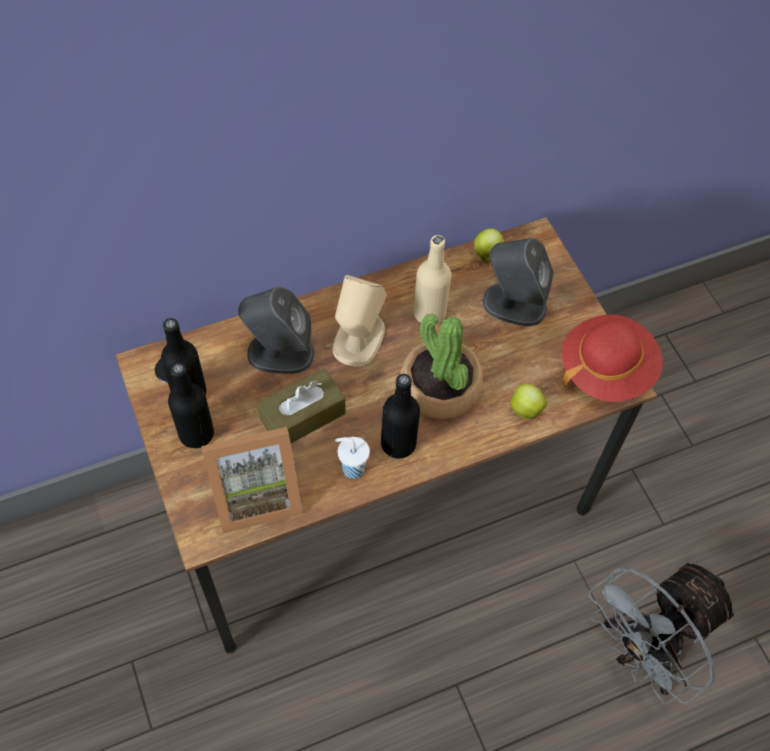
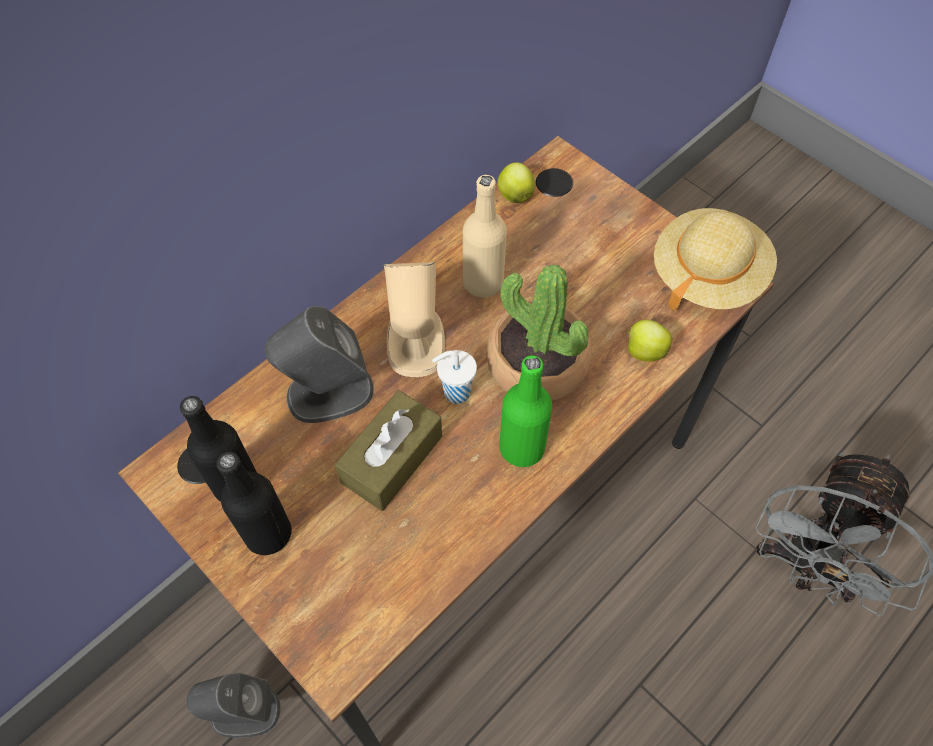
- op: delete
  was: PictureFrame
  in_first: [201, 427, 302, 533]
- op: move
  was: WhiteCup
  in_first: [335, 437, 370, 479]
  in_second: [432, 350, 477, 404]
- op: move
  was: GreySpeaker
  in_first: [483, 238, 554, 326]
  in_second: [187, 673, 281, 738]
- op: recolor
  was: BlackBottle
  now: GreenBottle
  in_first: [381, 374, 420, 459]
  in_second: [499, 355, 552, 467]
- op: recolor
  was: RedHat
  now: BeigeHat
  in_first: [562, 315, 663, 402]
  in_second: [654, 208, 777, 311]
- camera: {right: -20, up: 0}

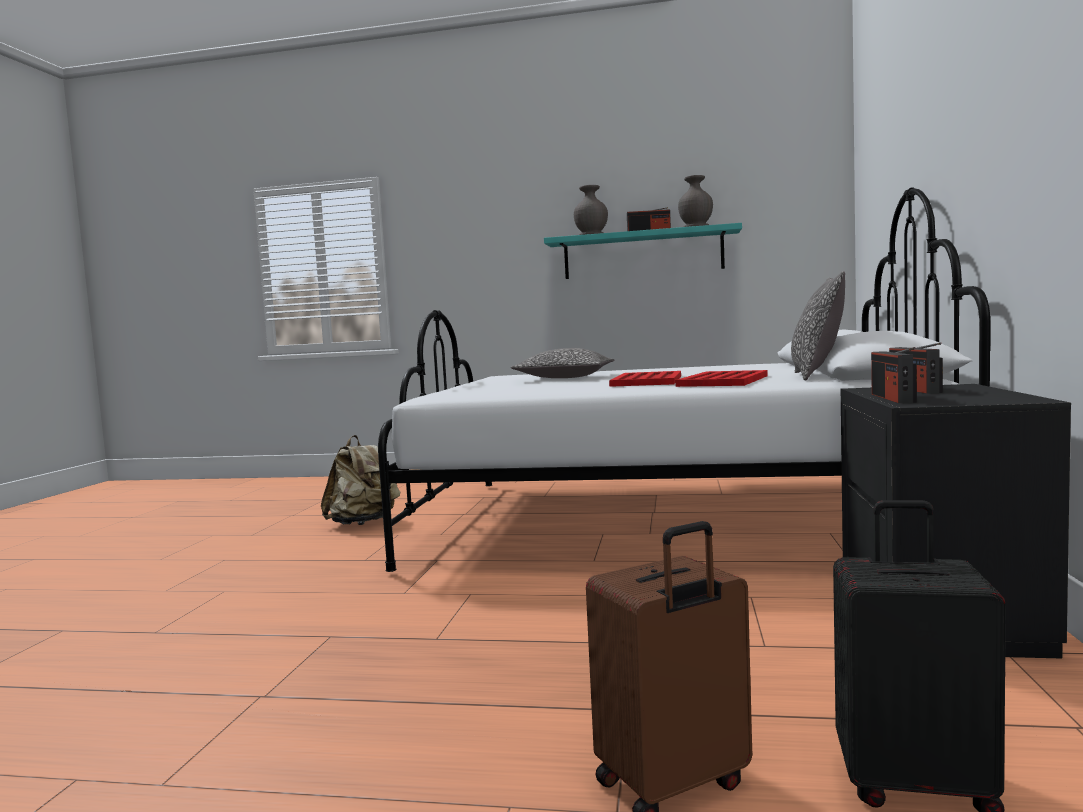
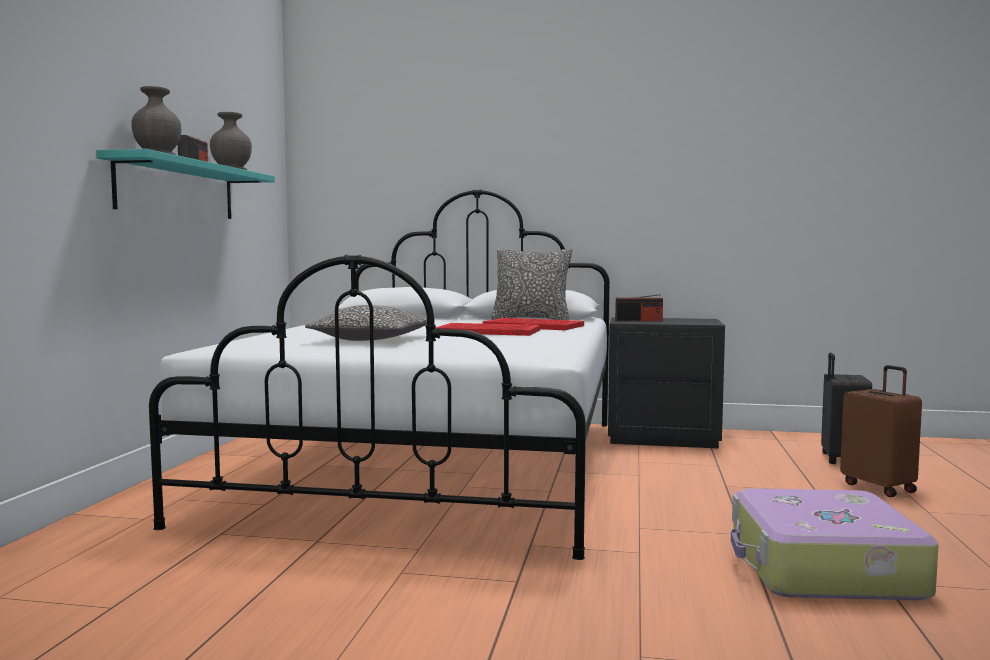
- op: delete
  was: BeigeBackpack
  in_first: [321, 435, 400, 525]
- op: delete
  was: Radio
  in_first: [871, 347, 917, 403]
- op: insert
  now: Suitcase
  in_second: [731, 488, 939, 600]
- camera: {right: -90, up: 0}

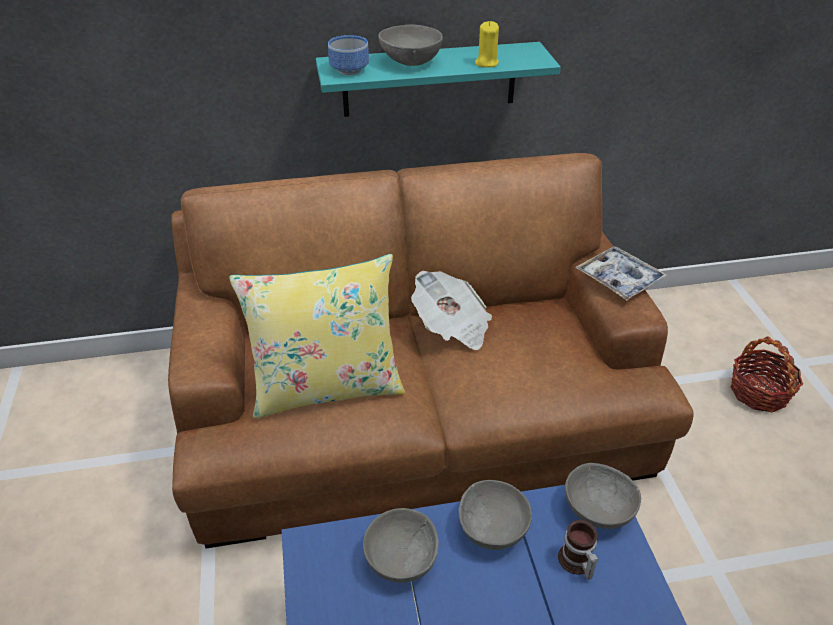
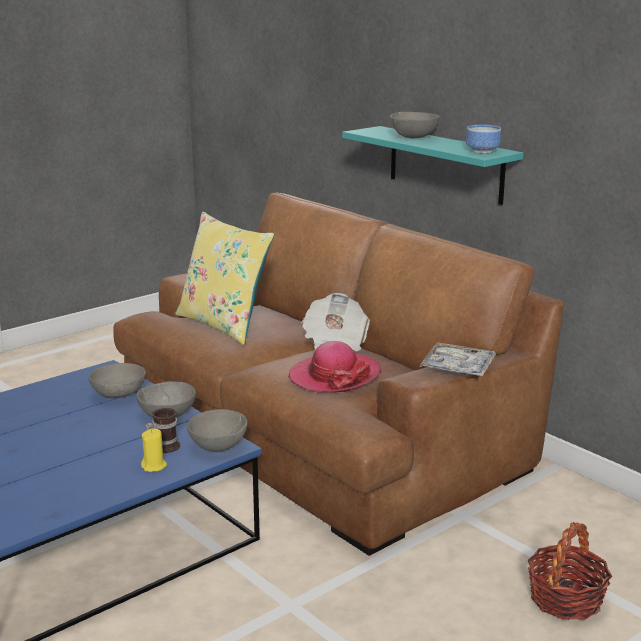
- op: insert
  now: Hat
  in_second: [288, 341, 382, 393]
- op: move
  was: Bowl
  in_first: [328, 35, 369, 75]
  in_second: [466, 125, 501, 153]
- op: move
  was: YellowCandle
  in_first: [475, 21, 499, 68]
  in_second: [141, 428, 167, 472]
- camera: {right: 60, up: -20}

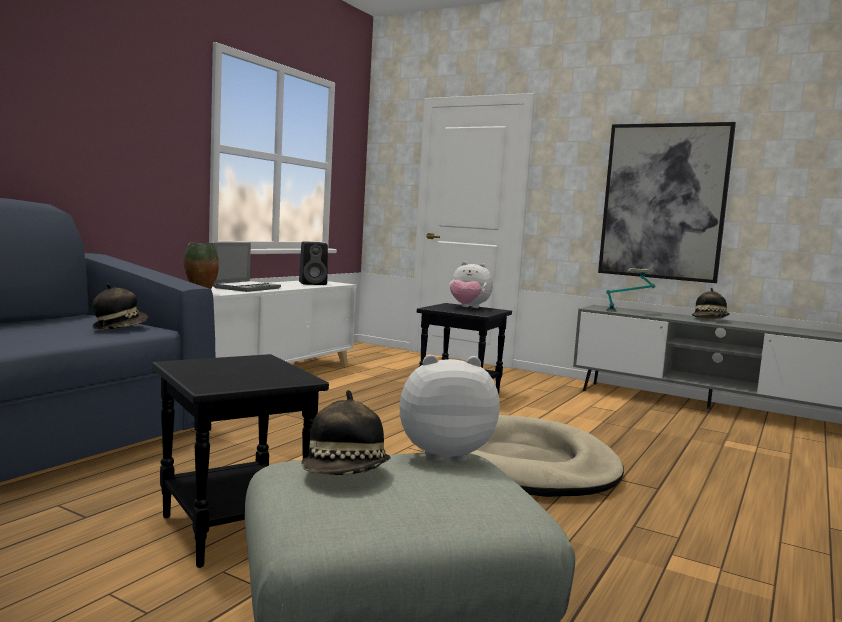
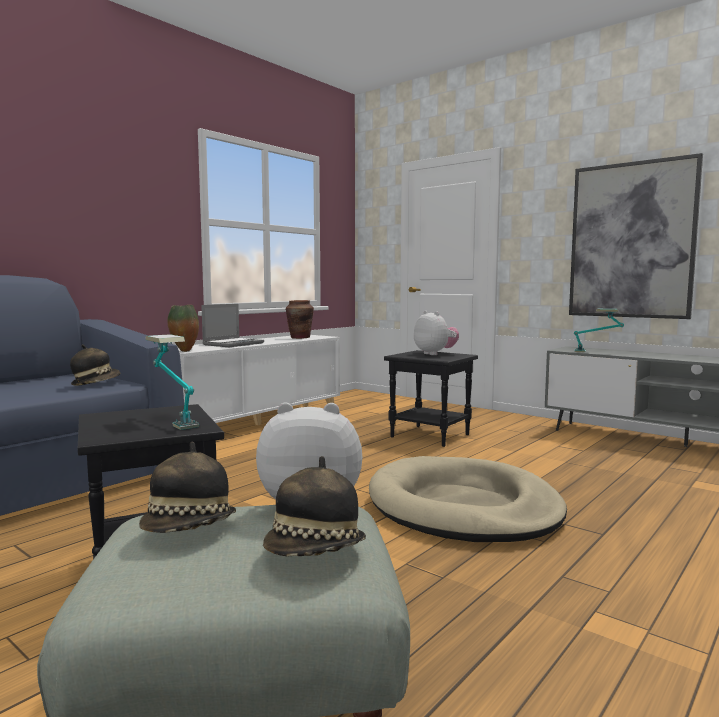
- op: insert
  now: TableLamp
  in_second: [145, 334, 199, 430]
- op: move
  was: Hat
  in_first: [692, 288, 730, 318]
  in_second: [263, 456, 366, 556]
- op: replace
  was: BlackSpeaker
  now: BrownVase
  in_first: [299, 241, 328, 285]
  in_second: [286, 300, 314, 339]
- op: rotate
  was: PlushToy
  in_first: [450, 262, 493, 308]
  in_second: [414, 311, 459, 355]
  clockwise: -150
- camera: {right: 10, up: 0}

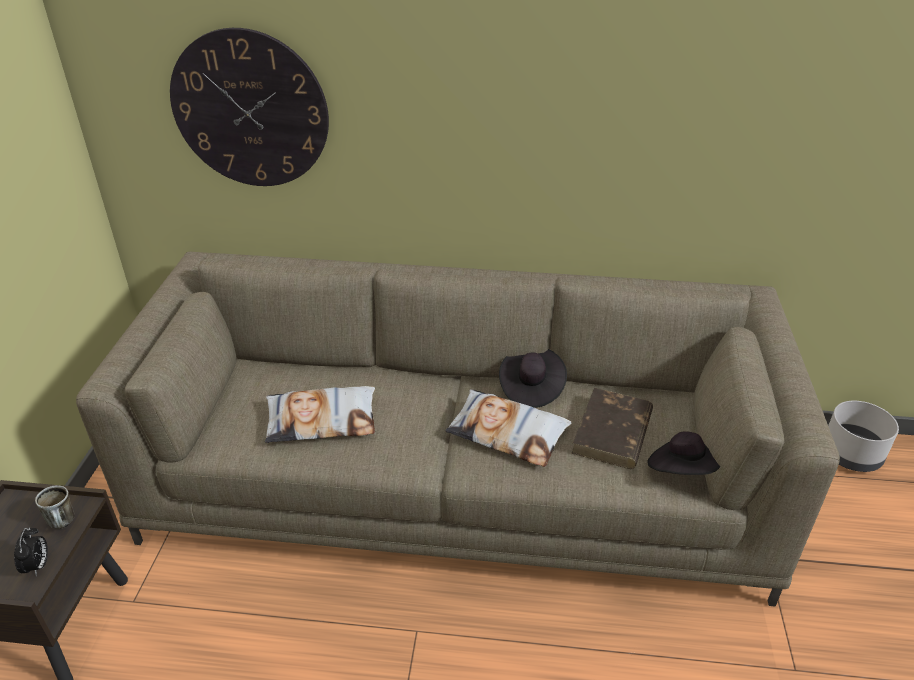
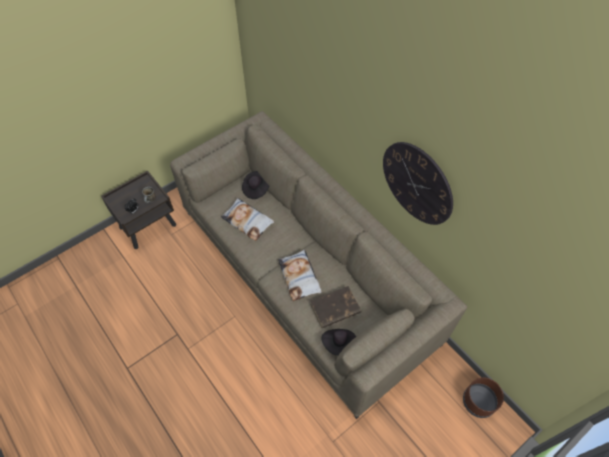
- op: move
  was: WallClock
  in_first: [170, 28, 329, 186]
  in_second: [383, 142, 453, 225]
- op: move
  was: BlackHat
  in_first: [499, 349, 567, 408]
  in_second: [242, 171, 269, 199]
- op: recolor
  was: GreyPlanter
  now: BrownPlanter
  in_first: [828, 401, 899, 472]
  in_second: [463, 377, 504, 418]
- camera: {right: 45, up: 20}

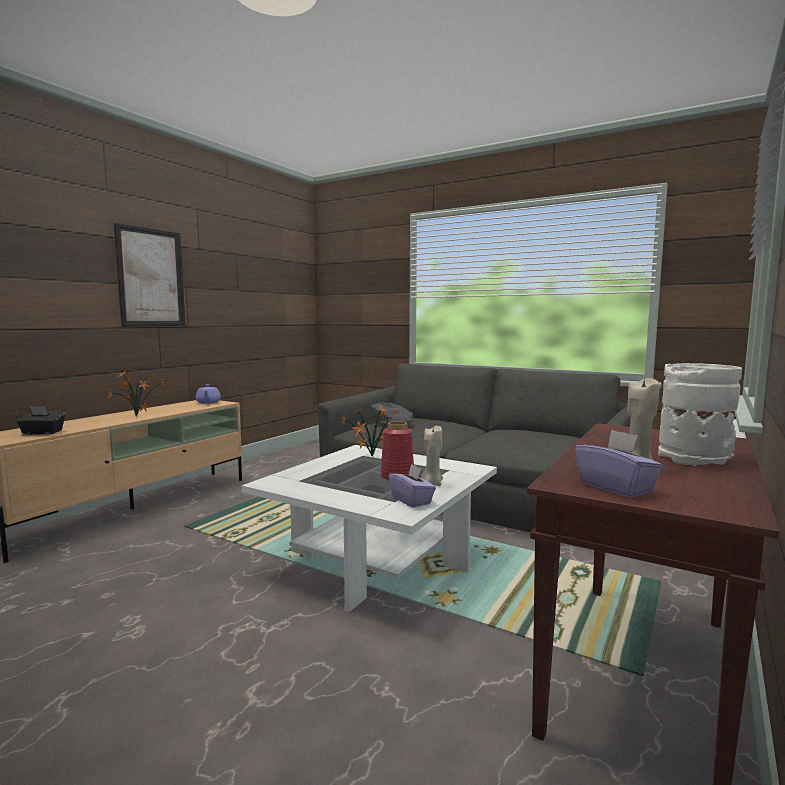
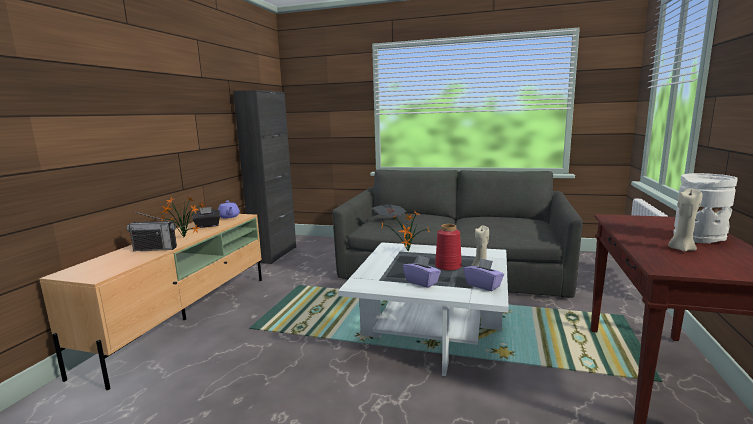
- op: delete
  was: Picture
  in_first: [113, 223, 186, 327]
- op: insert
  now: Radio
  in_second: [127, 211, 177, 251]
- op: insert
  now: BlackCabinet
  in_second: [233, 90, 296, 264]
- op: move
  was: BlackTissueBox
  in_first: [16, 406, 65, 435]
  in_second: [193, 207, 220, 228]
- op: move
  was: PurpleTissueBox
  in_first: [575, 430, 663, 498]
  in_second: [403, 256, 441, 288]
- camera: {right: -15, up: 5}

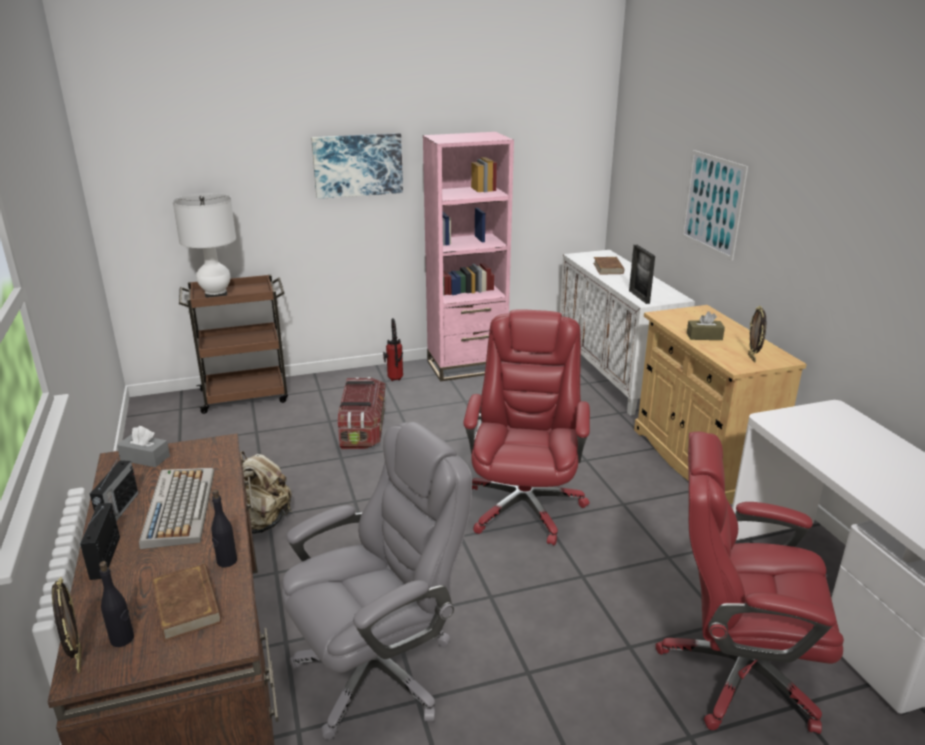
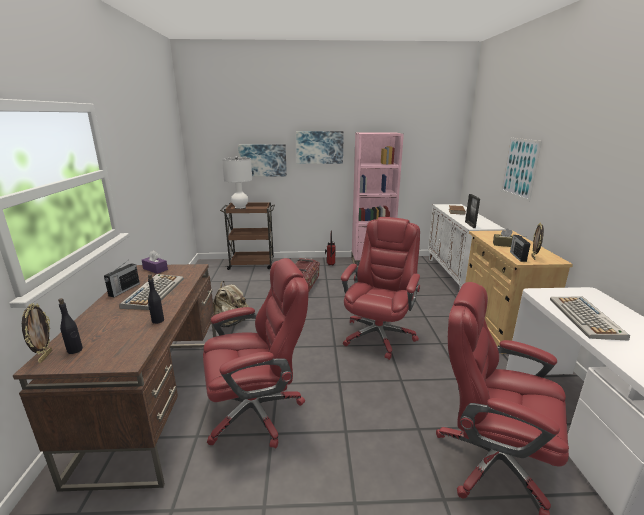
- op: delete
  was: BrownBook
  in_first: [152, 563, 222, 641]
- op: insert
  now: Picture
  in_second: [238, 144, 287, 177]
- op: insert
  now: Keyboard
  in_second: [550, 296, 630, 341]
- op: move
  was: Radio
  in_first: [80, 503, 120, 580]
  in_second: [510, 235, 530, 262]
- op: recolor
  was: GreyTissueBox
  now: PurpleTissueBox
  in_first: [117, 426, 170, 467]
  in_second: [142, 251, 168, 274]
- op: recolor
  was: GreyOfficeChair
  now: RedOfficeChair
  in_first: [282, 422, 472, 740]
  in_second: [203, 258, 308, 448]
- camera: {right: 15, up: -5}

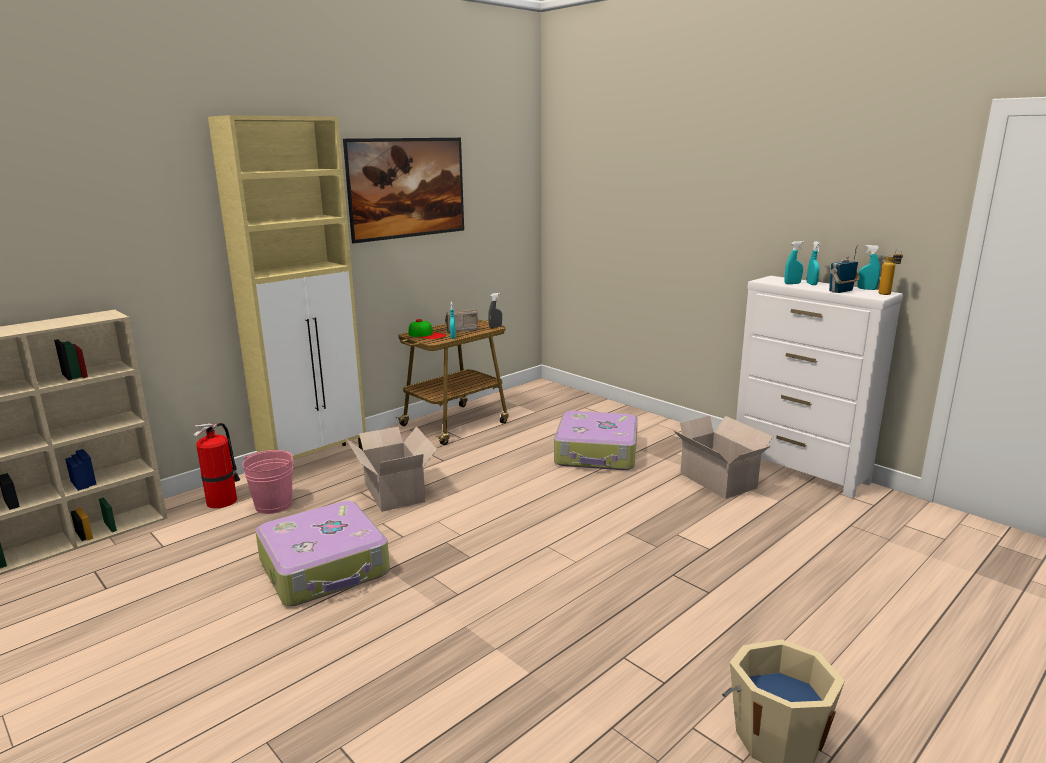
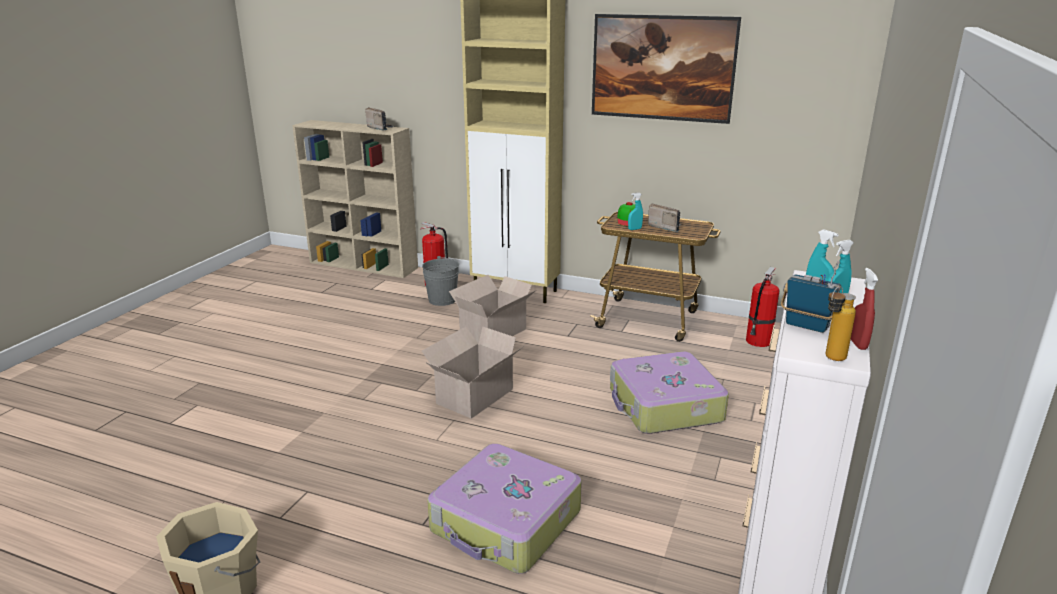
- op: delete
  was: GreySprayBottle
  in_first: [488, 293, 502, 328]
- op: insert
  now: Radio
  in_second: [365, 107, 394, 131]
- op: insert
  now: FireExtinguisher
  in_second: [746, 267, 780, 347]
- op: move
  was: Suitcase
  in_first: [255, 501, 390, 606]
  in_second: [428, 444, 582, 574]
- op: move
  was: CardboardBox
  in_first: [673, 416, 773, 499]
  in_second: [422, 327, 524, 419]
- op: recolor
  was: PinkBucket
  now: GreyBucket
  in_first: [242, 450, 294, 514]
  in_second: [422, 256, 459, 306]
- op: recolor
  was: TurquoiseSprayBottle
  now: RedSprayBottle
  in_first: [858, 245, 880, 290]
  in_second: [851, 268, 878, 350]
- camera: {right: 65, up: 5}

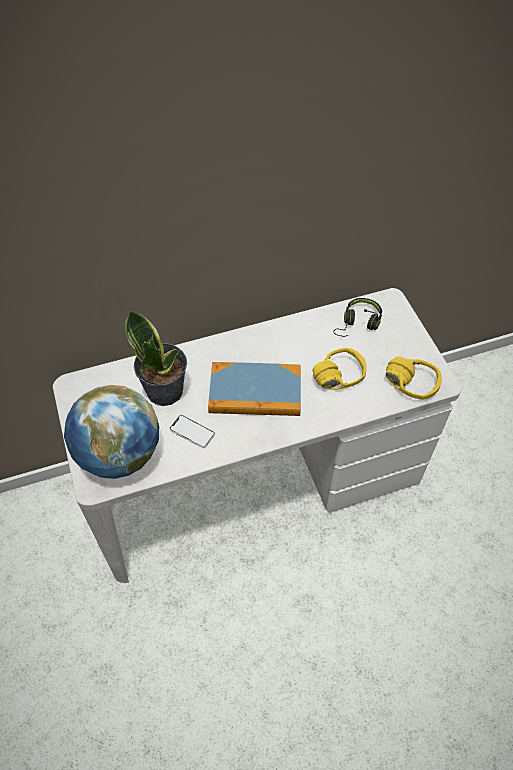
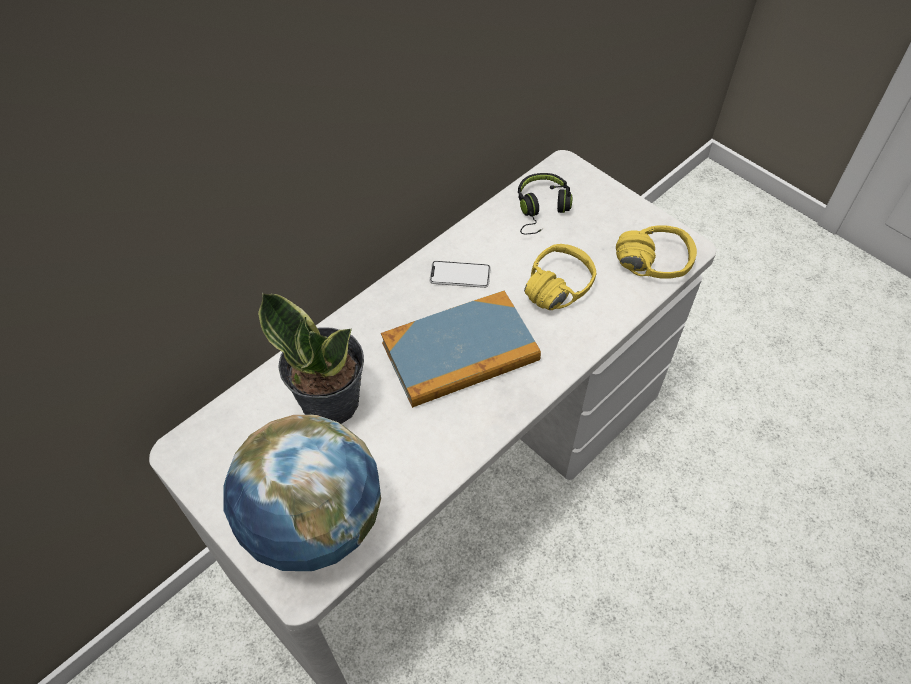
- op: move
  was: Phone
  in_first: [169, 415, 215, 448]
  in_second: [430, 261, 491, 288]
- camera: {right: -25, up: 0}

